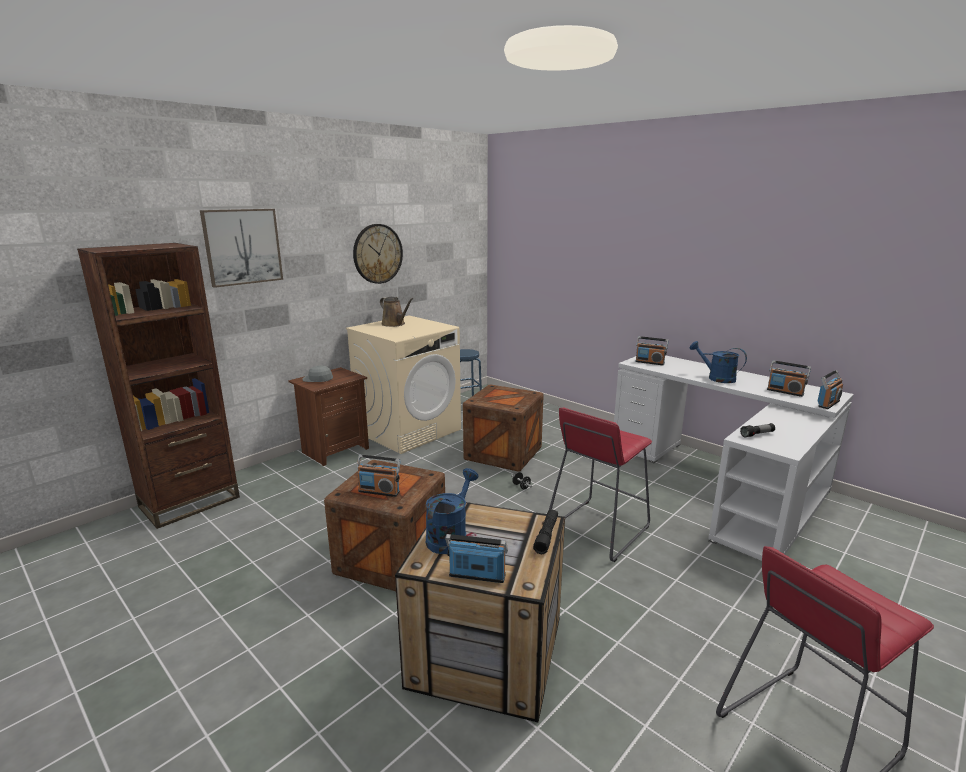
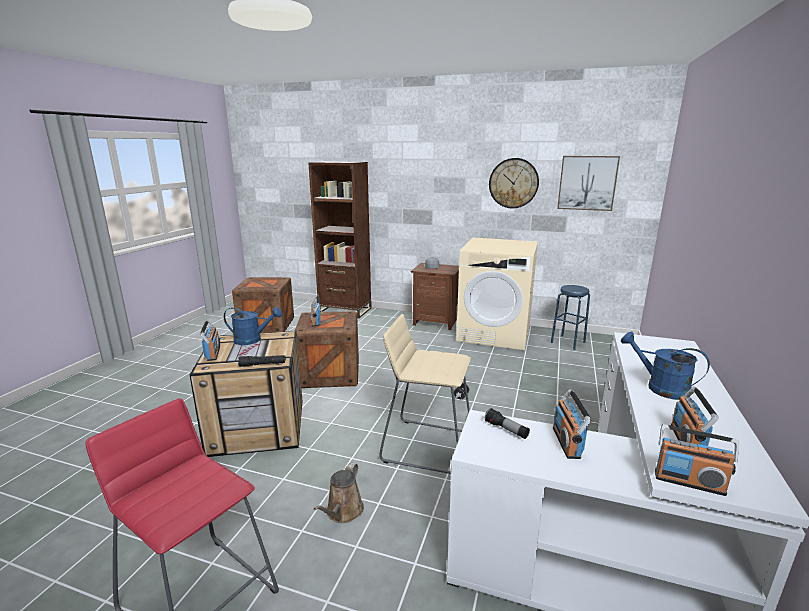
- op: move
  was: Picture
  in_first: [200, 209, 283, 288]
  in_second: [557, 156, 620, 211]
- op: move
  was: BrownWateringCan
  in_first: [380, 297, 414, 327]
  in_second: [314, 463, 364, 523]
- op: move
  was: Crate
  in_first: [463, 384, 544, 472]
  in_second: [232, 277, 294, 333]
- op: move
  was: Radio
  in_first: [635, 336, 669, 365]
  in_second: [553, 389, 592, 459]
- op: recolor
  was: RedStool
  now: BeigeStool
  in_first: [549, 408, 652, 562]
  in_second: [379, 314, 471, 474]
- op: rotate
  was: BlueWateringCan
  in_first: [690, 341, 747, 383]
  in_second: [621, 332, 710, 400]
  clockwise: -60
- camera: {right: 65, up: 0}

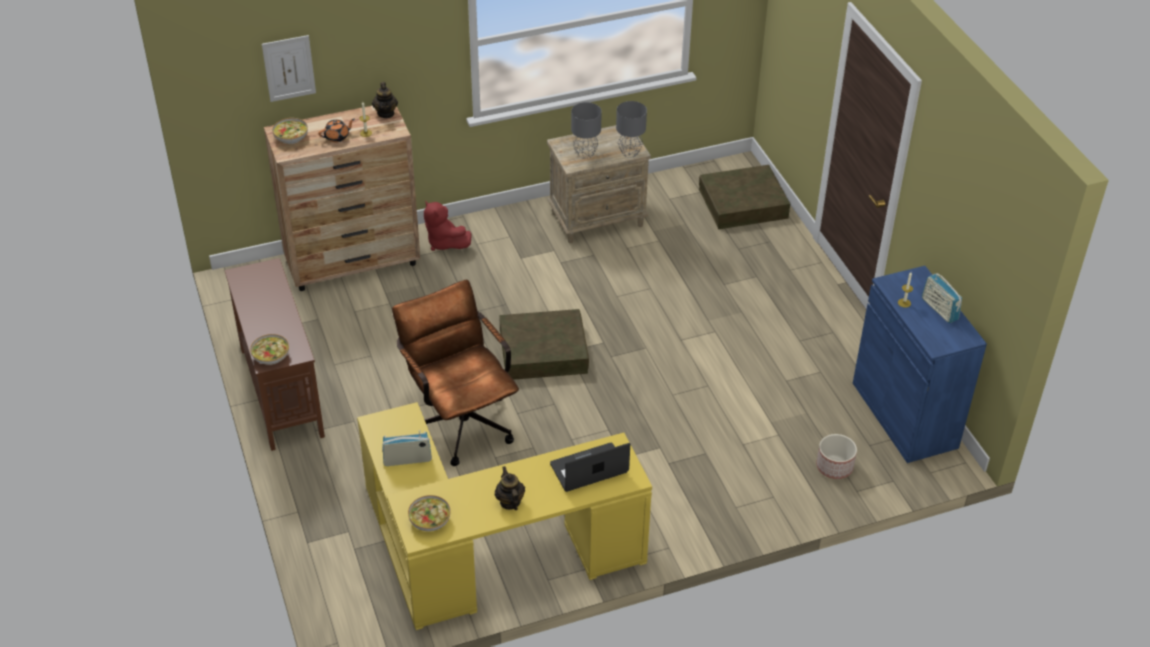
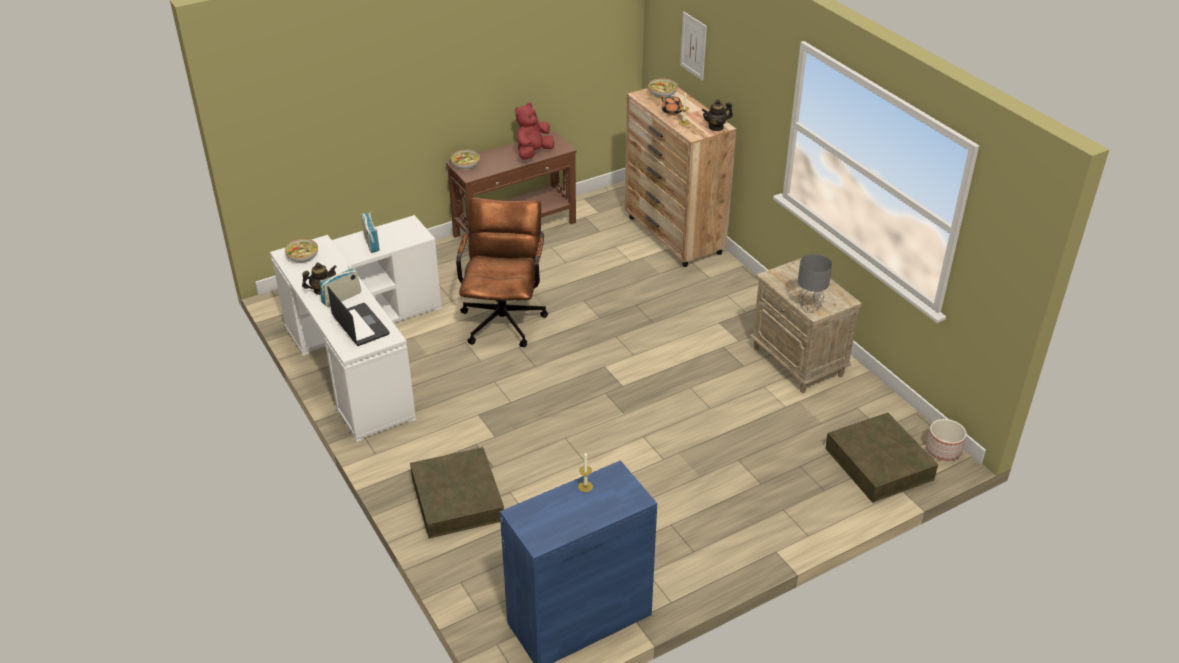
- op: delete
  was: GreyTableLamp
  in_first: [571, 102, 602, 159]
- op: move
  was: RedPlushToy
  in_first: [424, 201, 472, 251]
  in_second: [515, 103, 554, 160]
- op: move
  was: BrownStorageBox
  in_first: [499, 309, 589, 380]
  in_second: [410, 447, 504, 538]
- op: move
  was: Planter
  in_first: [816, 434, 857, 479]
  in_second: [926, 419, 967, 461]
- op: move
  was: Radio
  in_first: [922, 273, 962, 323]
  in_second: [320, 267, 361, 307]
- op: recolor
  was: YellowDesk
  now: WhiteDesk
  in_first: [357, 402, 652, 630]
  in_second: [270, 215, 442, 442]
- op: rotate
  was: BrownOfficeChair
  in_first: [392, 280, 519, 466]
  in_second: [456, 198, 548, 347]
  clockwise: -45
- camera: {right: 80, up: -5}

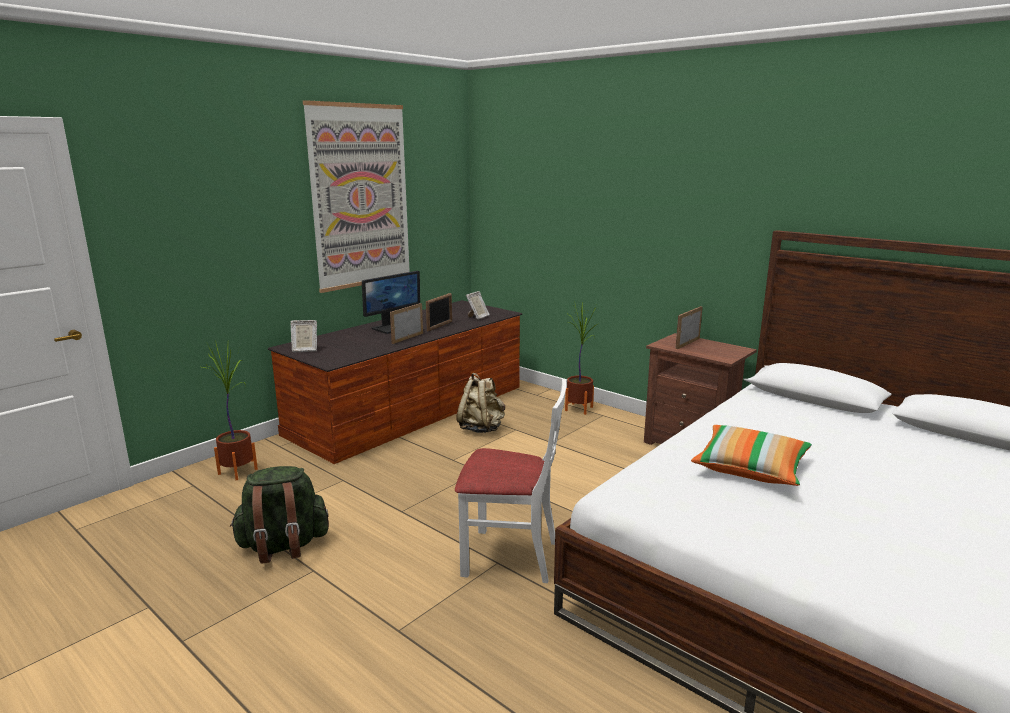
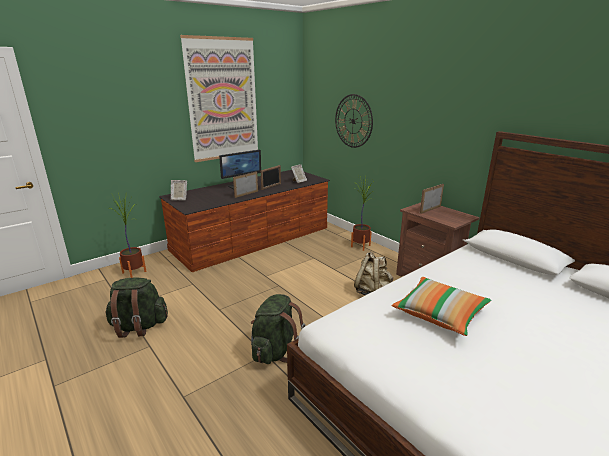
- op: insert
  now: WallClock
  in_second: [335, 94, 373, 148]
- op: move
  was: BeigeBackpack
  in_first: [456, 373, 505, 433]
  in_second: [354, 252, 393, 295]
- op: replace
  was: WhiteChair
  now: GreenBackpack
  in_first: [455, 379, 566, 583]
  in_second: [251, 294, 306, 364]
- camera: {right: 10, up: 5}

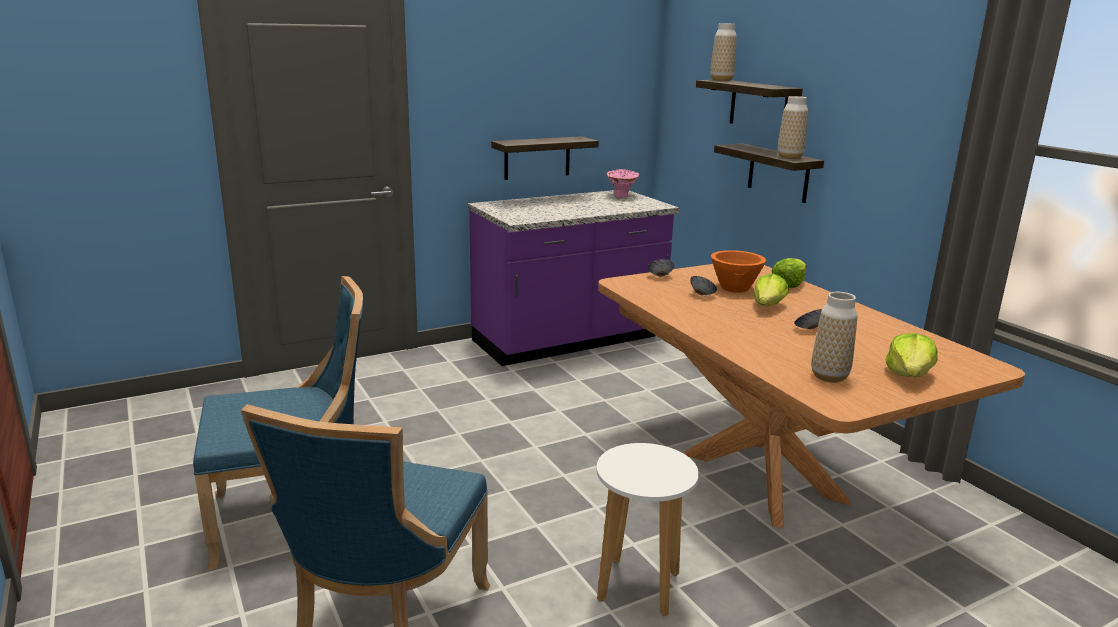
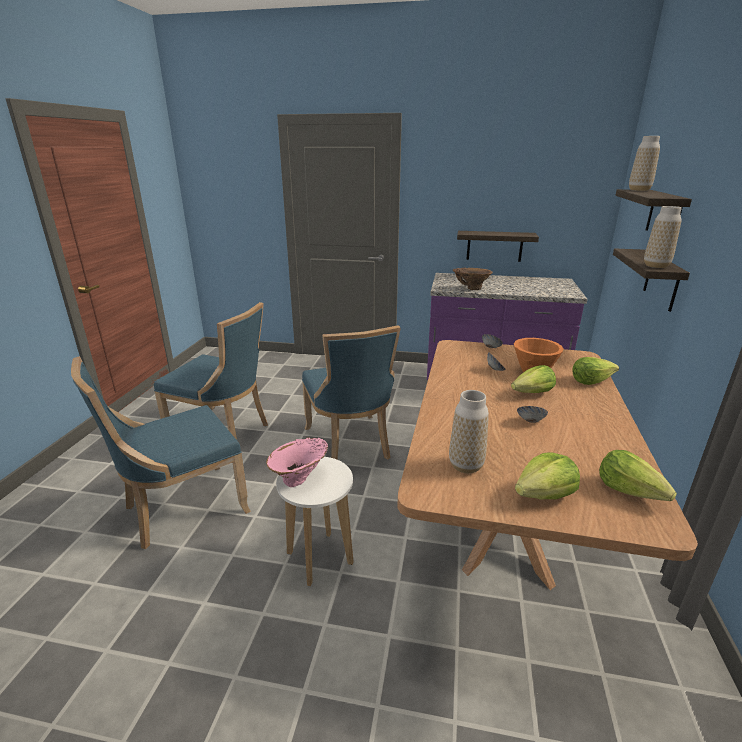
- op: insert
  now: BlueChair
  in_second: [302, 325, 401, 460]
- op: insert
  now: BrownVase
  in_second: [453, 268, 493, 290]
- op: insert
  now: Lettuce
  in_second: [599, 450, 677, 501]
- op: move
  was: PinkVase
  in_first: [607, 169, 639, 198]
  in_second: [266, 437, 328, 487]
- camera: {right: 40, up: 5}

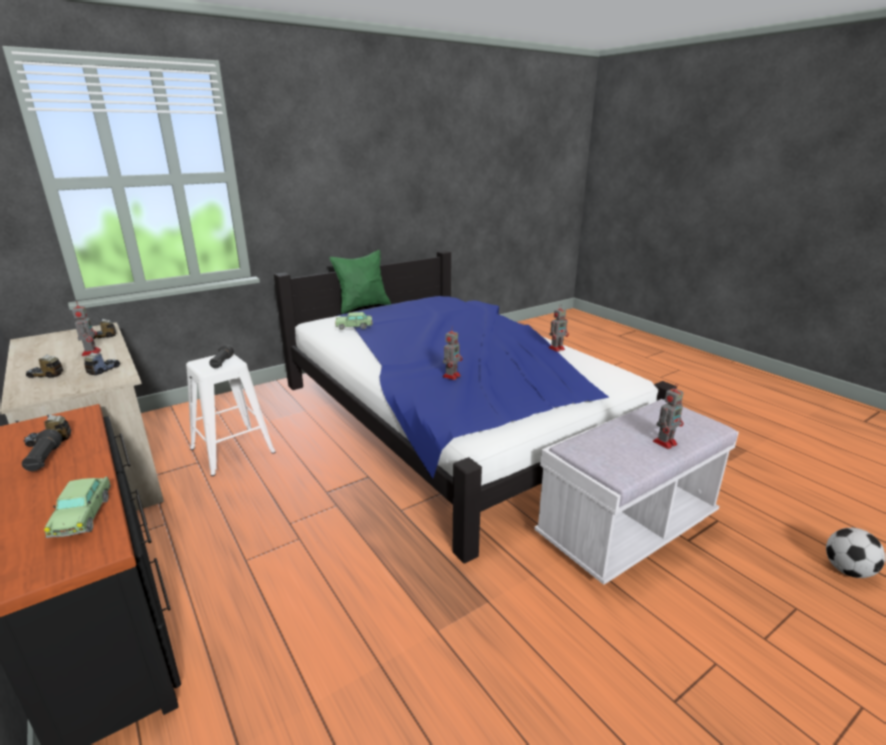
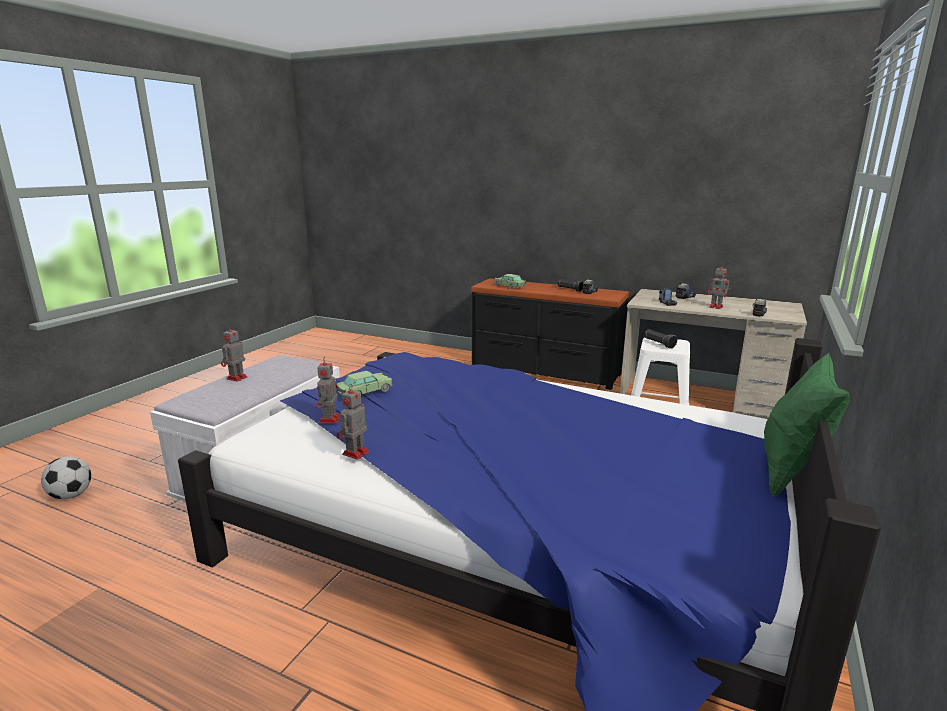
- op: move
  was: ToyCar
  in_first: [335, 312, 373, 330]
  in_second: [336, 371, 393, 395]
- op: move
  was: ToyRobot
  in_first: [442, 327, 463, 380]
  in_second: [316, 357, 340, 424]
- camera: {right: 150, up: -5}

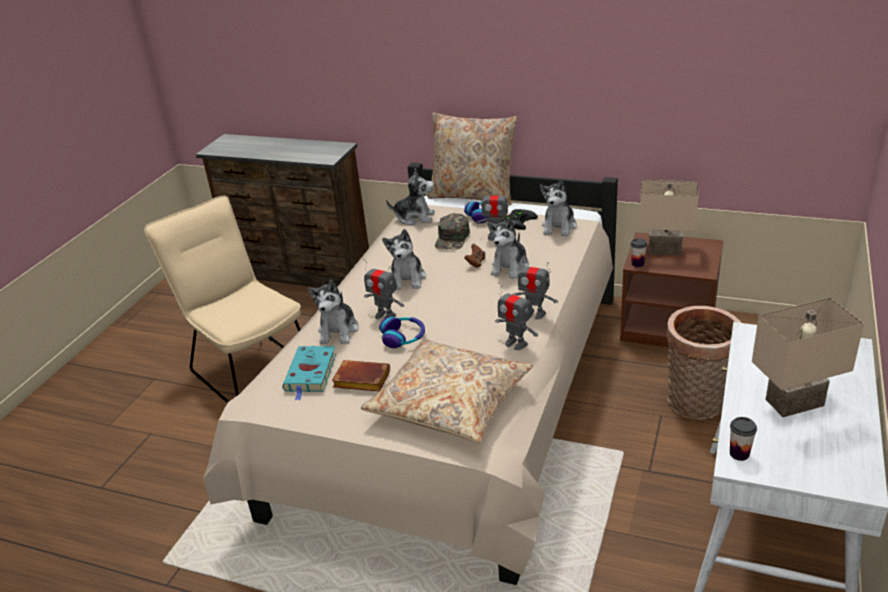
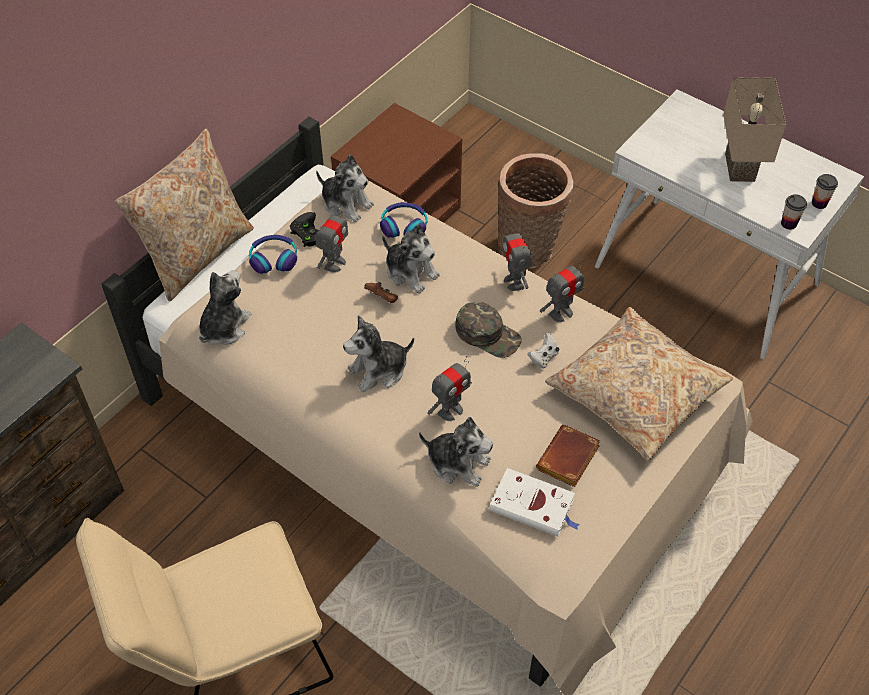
- op: delete
  was: BeigeTableLamp
  in_first: [639, 180, 699, 256]
- op: insert
  now: WhiteGameController
  in_second: [528, 333, 559, 369]
- op: move
  was: Headphones
  in_first: [379, 317, 425, 348]
  in_second: [380, 202, 427, 238]
- op: move
  was: GreenCap
  in_first: [435, 213, 470, 250]
  in_second: [455, 302, 522, 358]
- op: move
  was: Cup
  in_first: [631, 238, 647, 267]
  in_second: [812, 174, 838, 209]
- op: recolor
  was: TurquoiseBook
  now: WhiteBook
  in_first: [282, 346, 336, 400]
  in_second: [489, 468, 580, 536]
- op: rotate
  was: PlushToy
  in_first: [382, 229, 426, 290]
  in_second: [343, 315, 414, 392]
  clockwise: 135
- op: rotate
  was: ToyRobot
  in_first: [512, 256, 558, 319]
  in_second: [502, 220, 532, 291]
  clockwise: 120
- camera: {right: -75, up: 20}

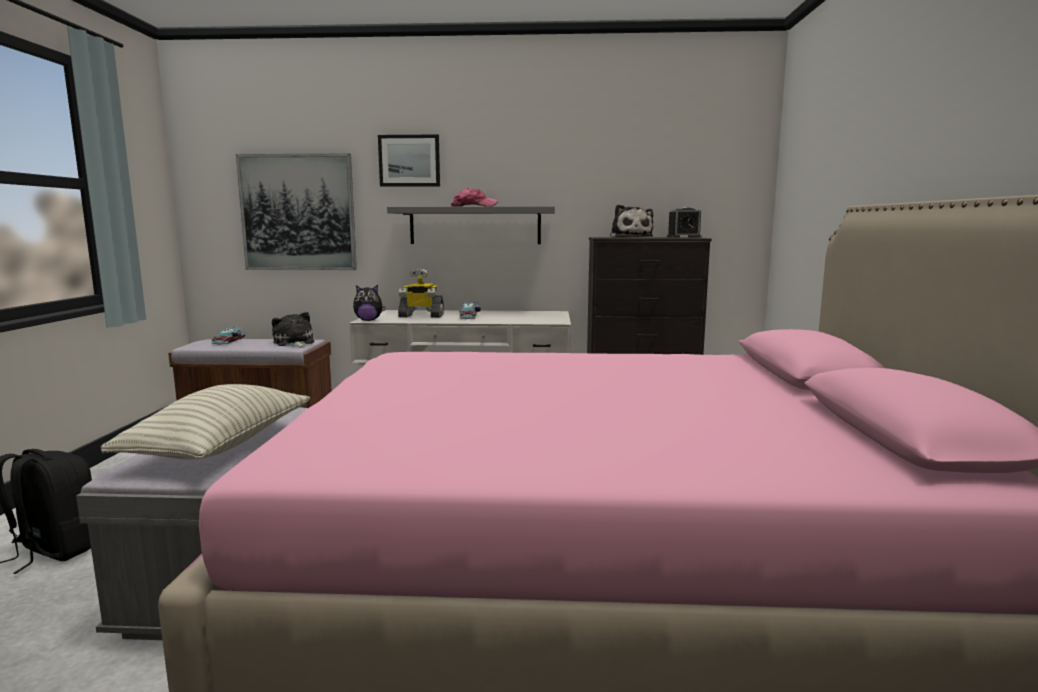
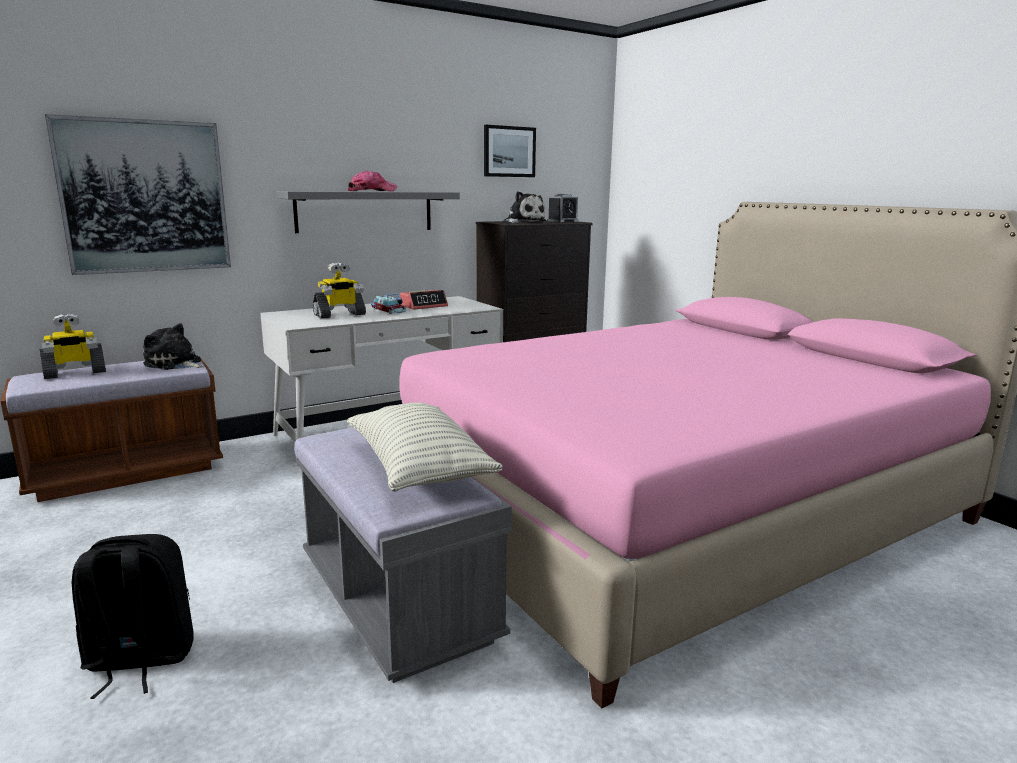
- op: delete
  was: PlushToy
  in_first: [353, 285, 386, 321]
- op: insert
  now: AlarmClock
  in_second: [400, 290, 448, 310]
- op: move
  was: Picture
  in_first: [378, 135, 440, 187]
  in_second: [484, 125, 536, 177]
- op: replace
  was: ToyCar
  now: ToyRobot
  in_first: [212, 327, 246, 344]
  in_second: [40, 313, 106, 379]
- camera: {right: -35, up: 5}

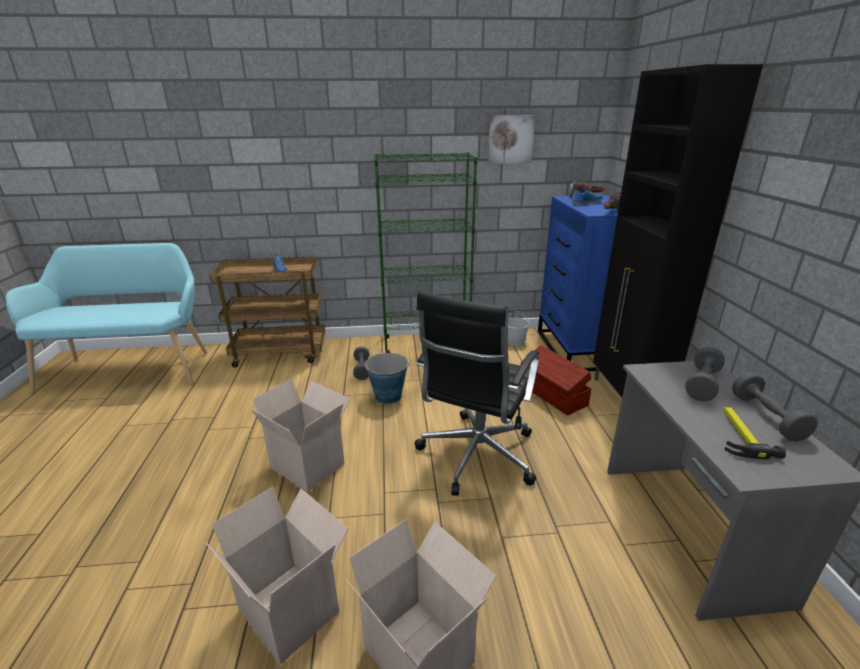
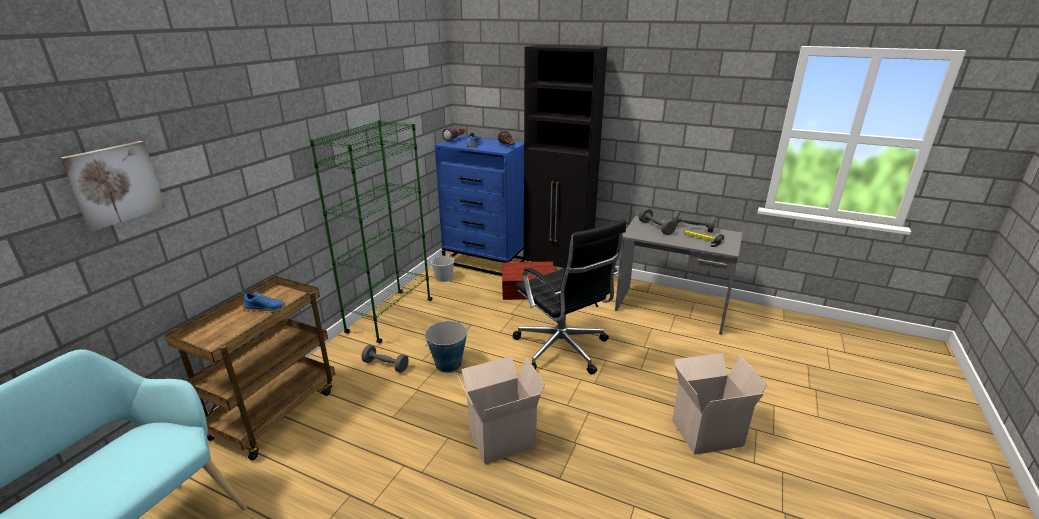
- op: delete
  was: CardboardBox
  in_first: [206, 487, 348, 664]
- op: move
  was: Picture
  in_first: [488, 115, 535, 164]
  in_second: [60, 141, 166, 231]
- camera: {right: -60, up: 0}

